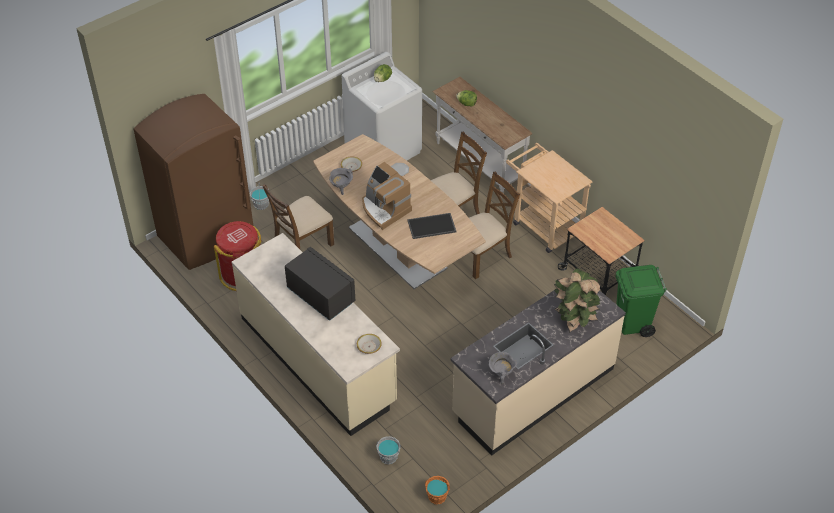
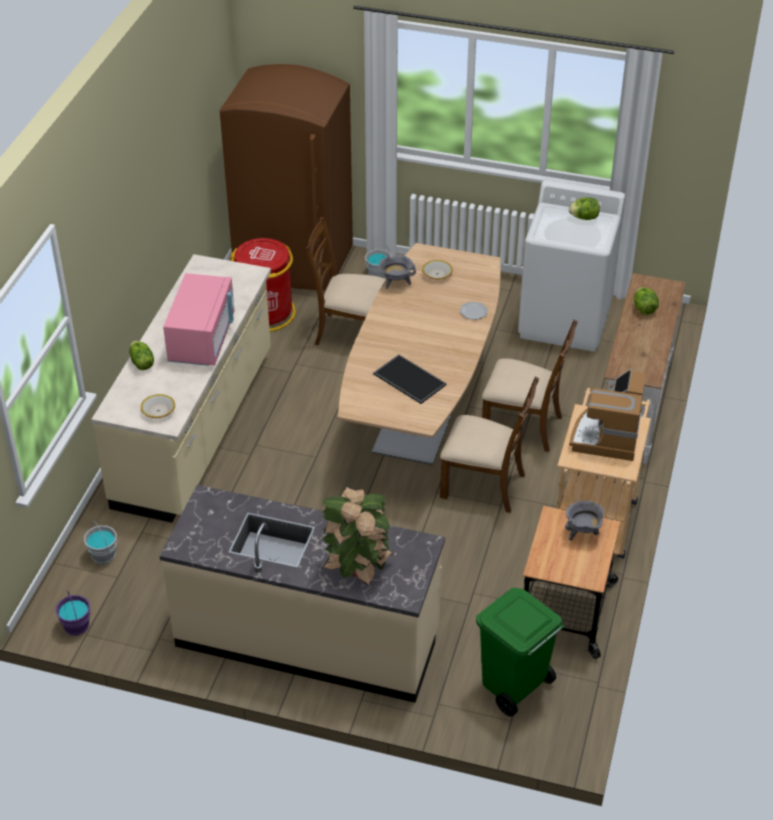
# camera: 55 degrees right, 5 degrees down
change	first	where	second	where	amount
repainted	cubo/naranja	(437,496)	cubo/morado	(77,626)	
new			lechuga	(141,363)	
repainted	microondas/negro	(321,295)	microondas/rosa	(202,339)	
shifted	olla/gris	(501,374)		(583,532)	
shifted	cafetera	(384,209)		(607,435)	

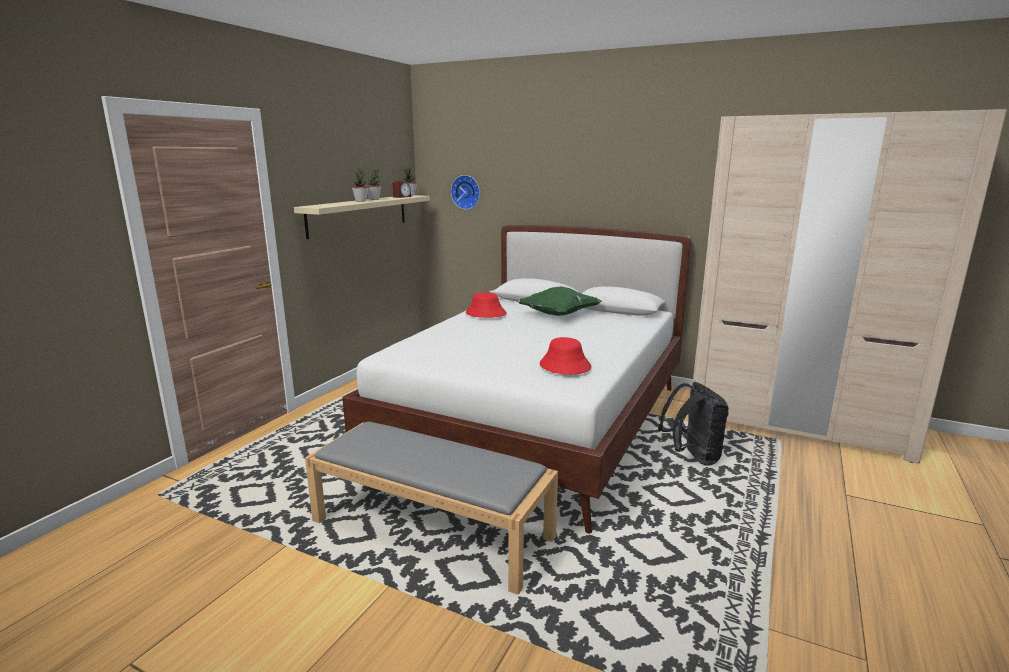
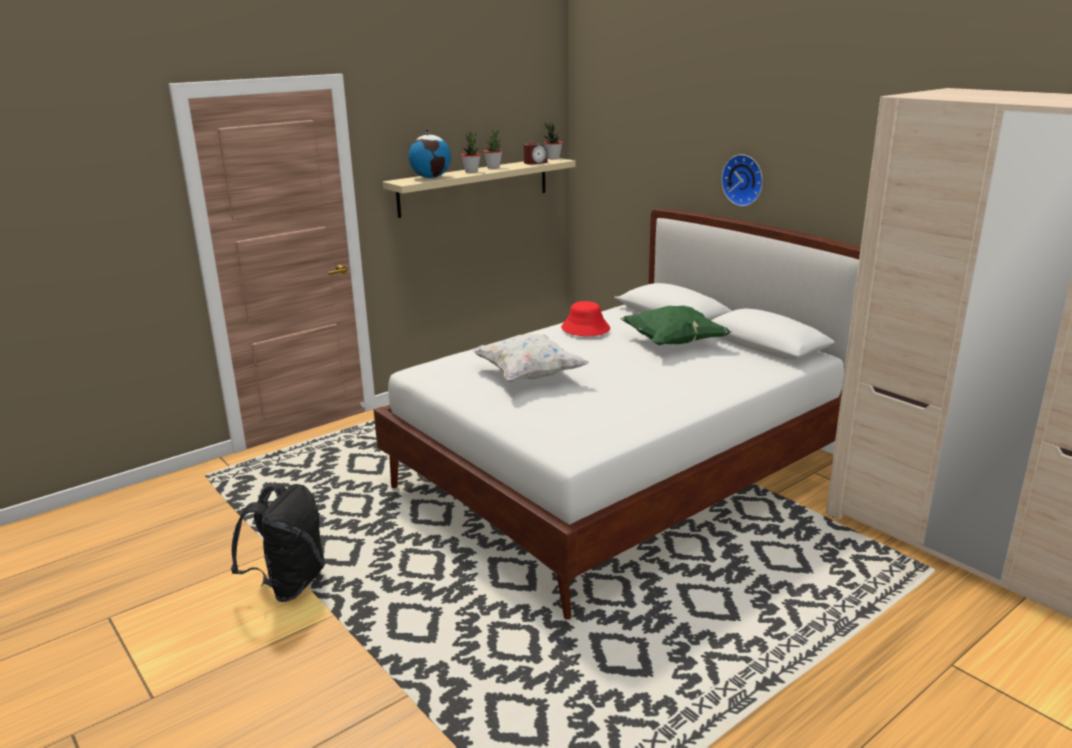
# camera: 25 degrees right, 5 degrees up
change	first	where	second	where	amount
shifted	mochila/negro	(692,456)		(289,584)	
new			globo terráqueo	(431,177)	
new			cojín/blanco	(528,375)	
shifted	reloj de pared	(466,192)		(744,180)	
gone	banco/gris	(433,529)			
gone	sombrero/rojo	(564,366)			

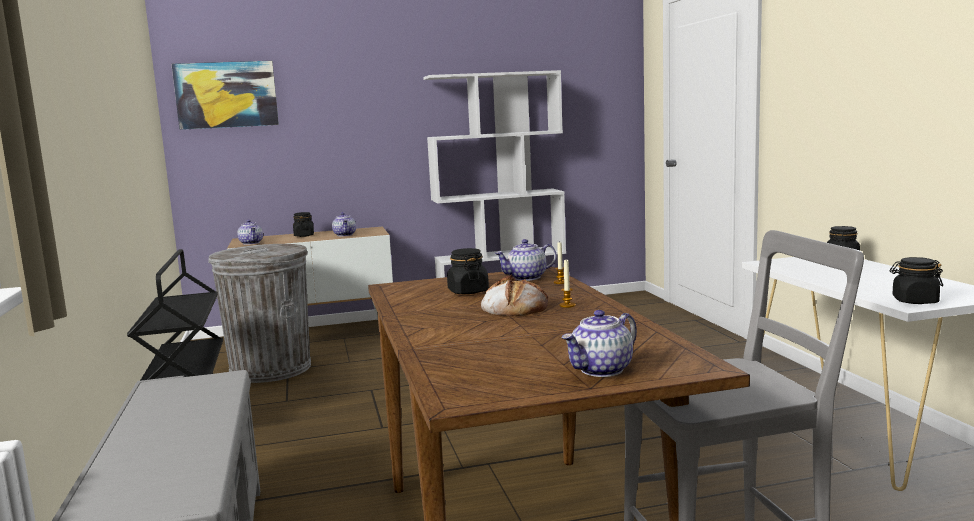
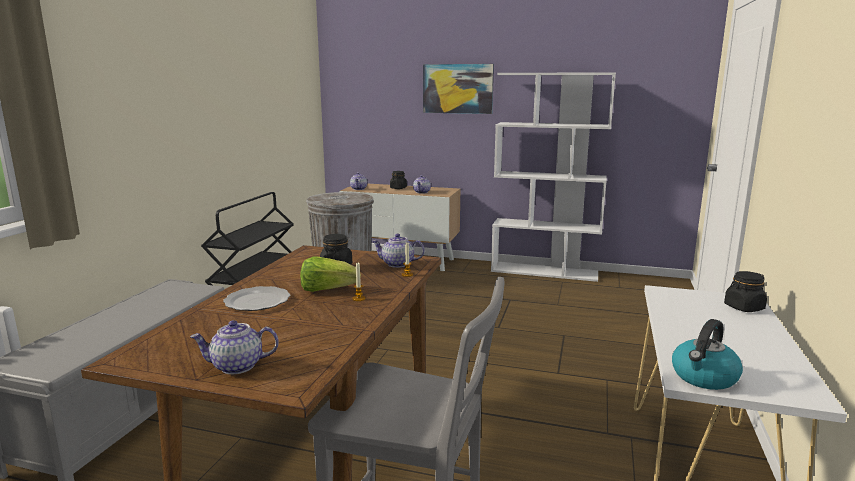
# camera: 30 degrees right, 5 degrees up
change	first	where	second	where	amount
new			plato	(258,302)	
swapped	pan	(514,307)	lechuga	(327,290)	
shifted	cuadro	(226,95)		(458,88)	
swapped	tarro/negro	(914,301)	hervidor	(704,377)	

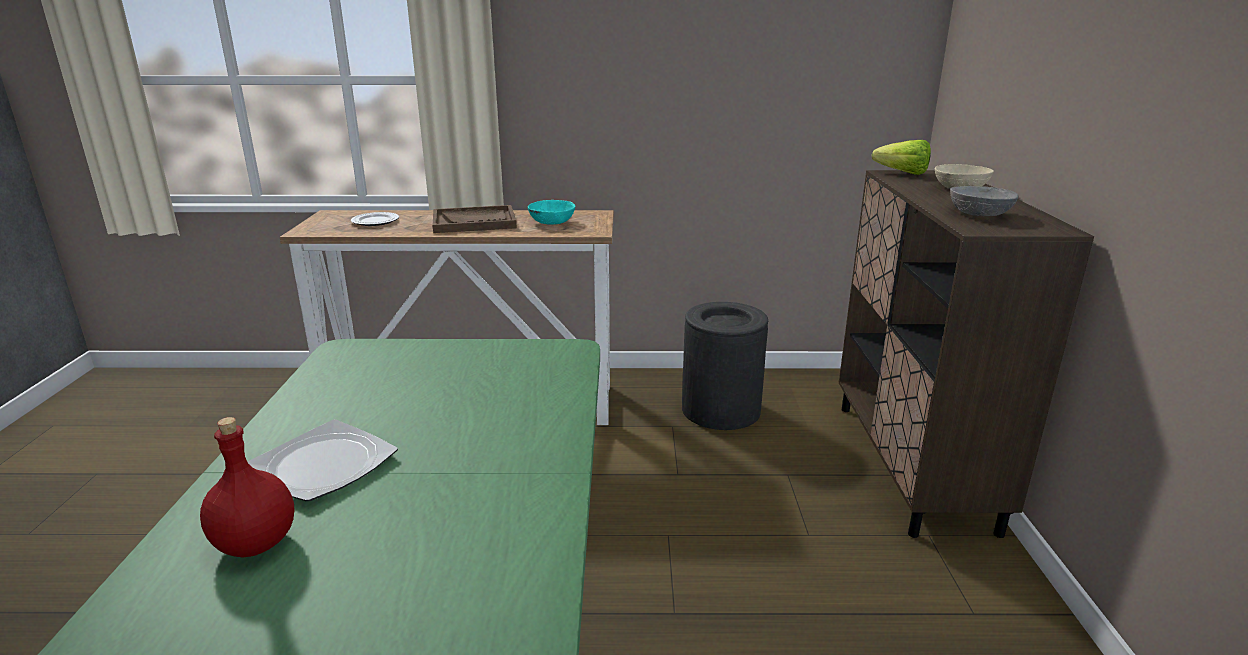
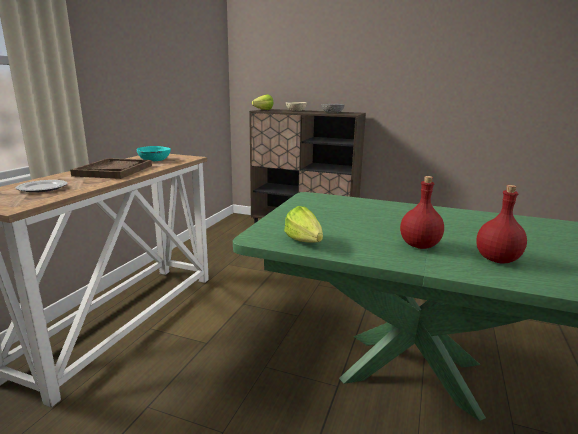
# camera: 70 degrees left, 5 degrees down
change	first	where	second	where	amount
new			lechuga	(305,243)	
swapped	plato	(322,465)	botella/rojo	(420,246)	
gone	papelera/negro	(721,410)			

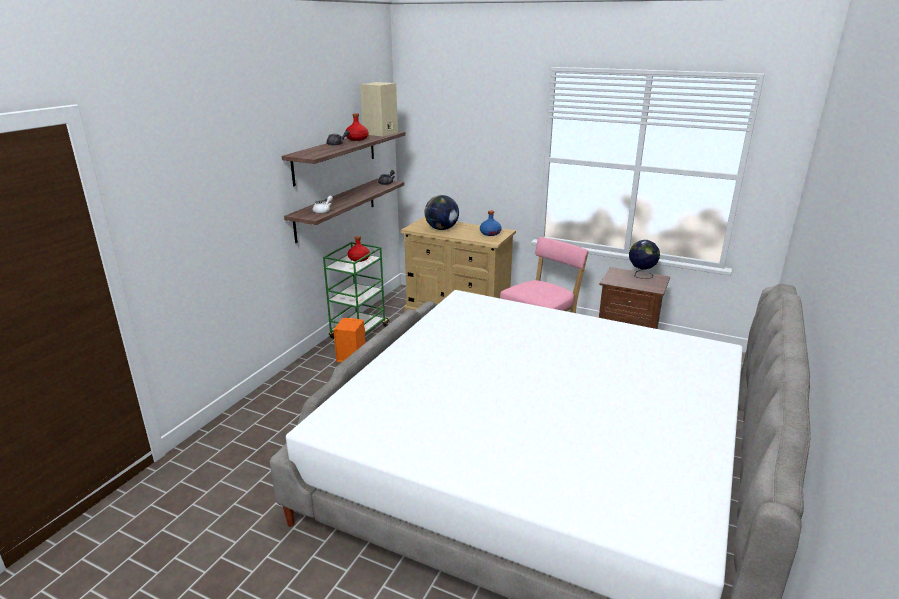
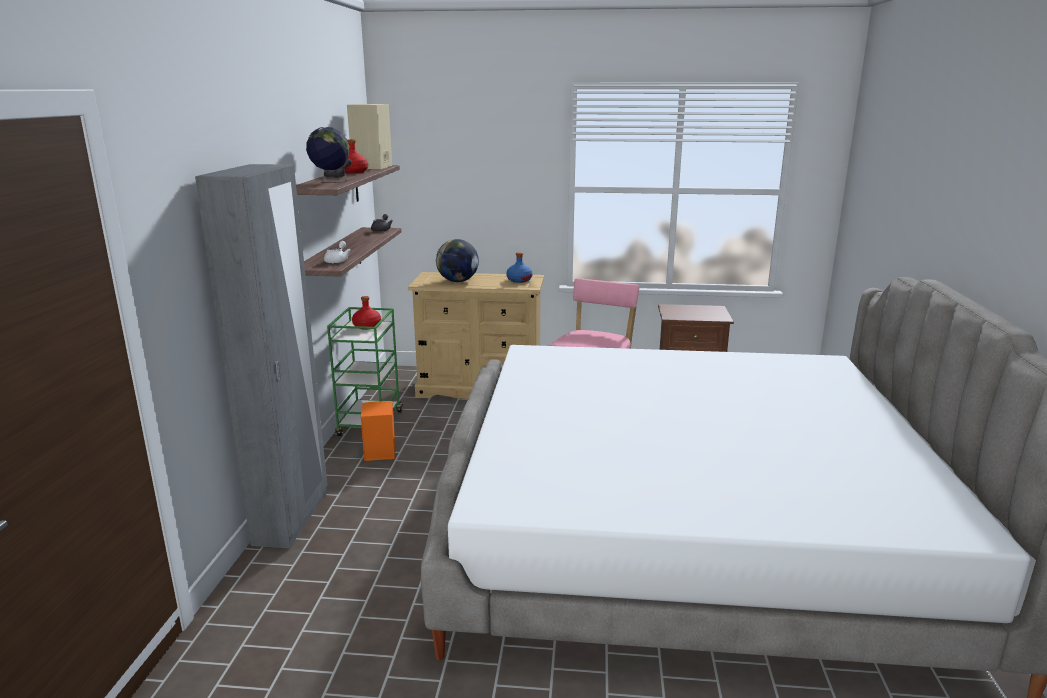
# camera: 20 degrees left, 5 degrees down
change	first	where	second	where	amount
new			armario ropero/gris	(292,519)	
shifted	globo terráqueo	(641,276)		(330,181)	

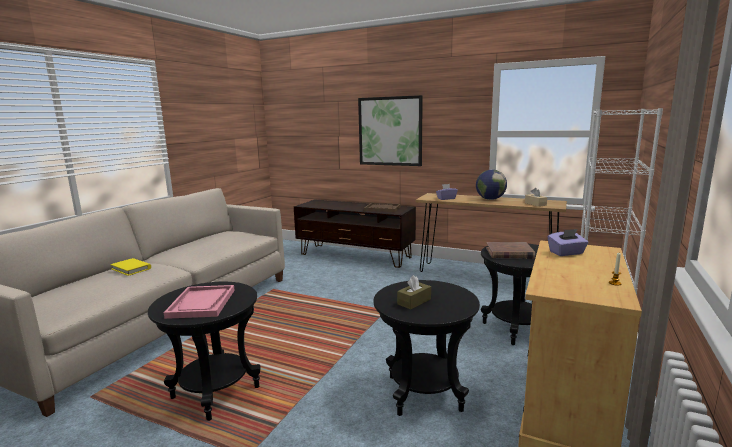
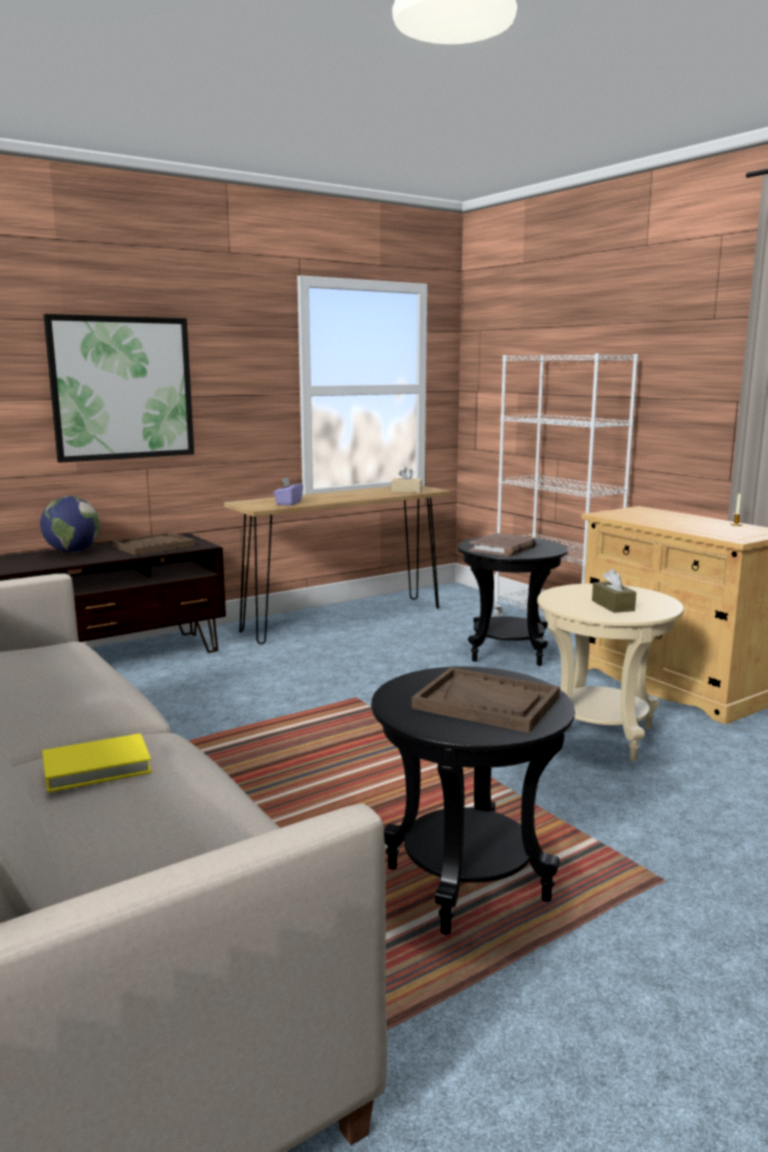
# camera: 60 degrees left, 0 degrees up
change	first	where	second	where	amount
shifted	globo terráqueo	(490,199)		(72,552)	
repainted	bandeja/rosa	(202,303)	bandeja/marrón	(487,703)	
repainted	mesa auxiliar/negro	(424,393)	mesa auxiliar/beis	(600,736)	
gone	caja de pañuelos/morado	(566,253)			

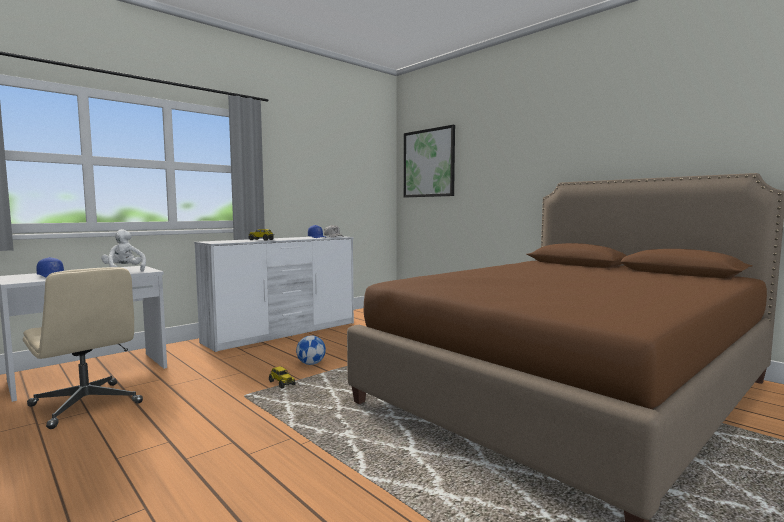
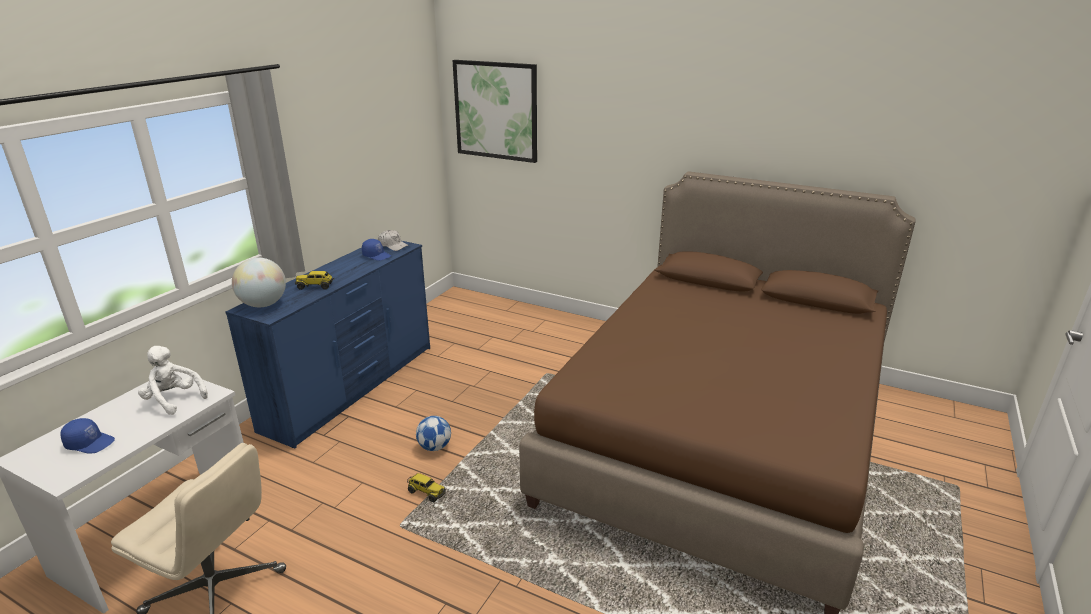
# camera: 20 degrees left, 20 degrees up
change	first	where	second	where	amount
repainted	cómoda/blanco	(283,332)	cómoda/azul	(353,386)	
new			globo terráqueo	(263,304)	

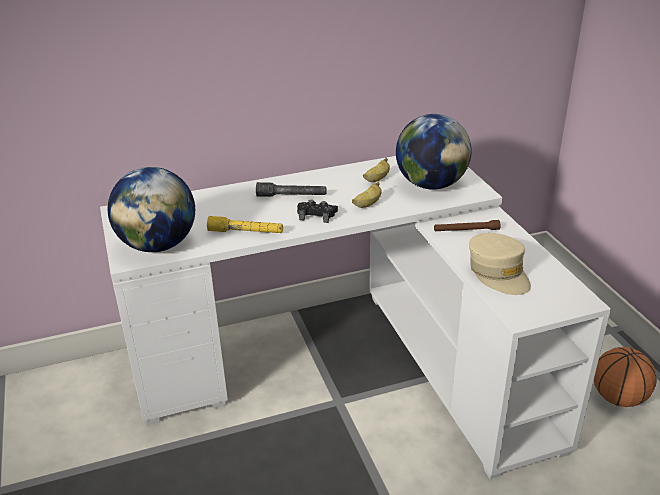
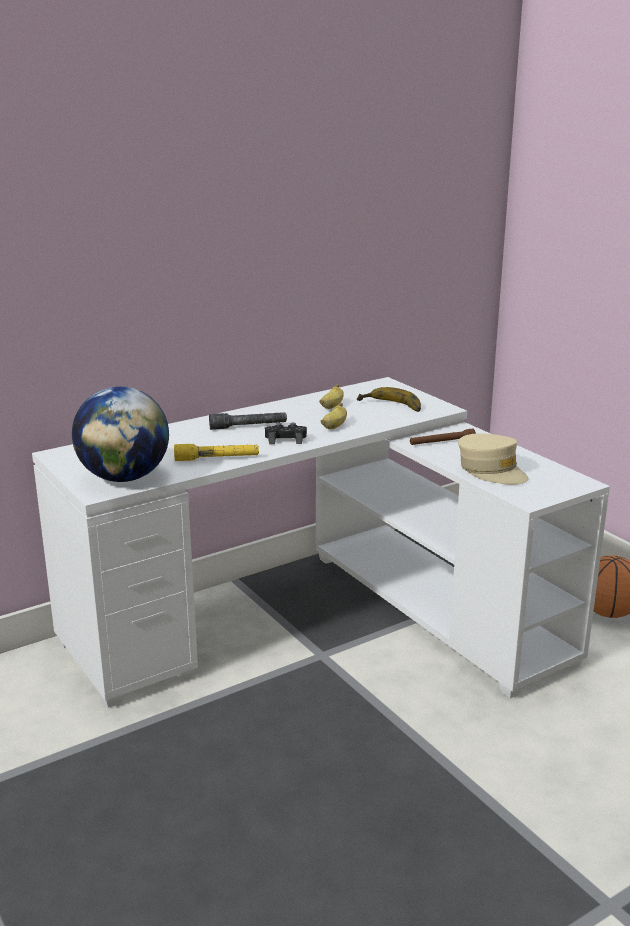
# camera: 15 degrees left, 10 degrees down
change	first	where	second	where	amount
swapped	globo terráqueo	(431,185)	plátano	(390,406)	

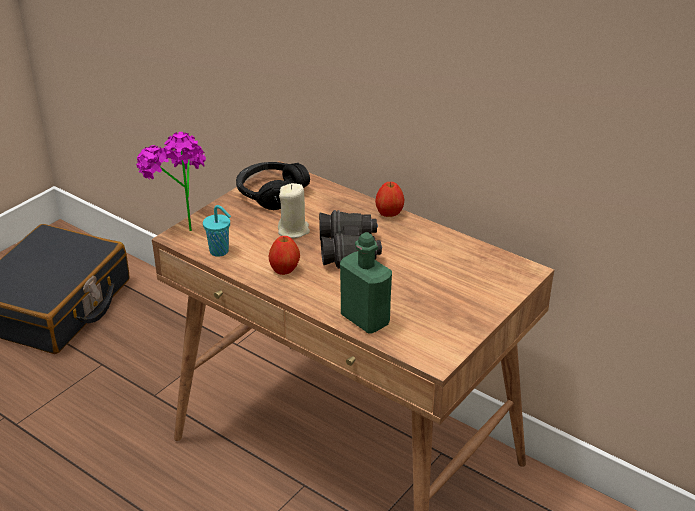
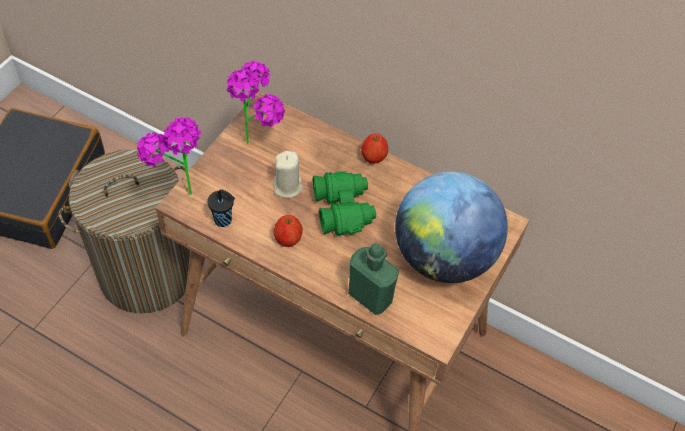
# camera: 10 degrees left, 20 degrees up
change	first	where	second	where	amount
new			cesto de la ropa	(147,272)	
repainted	taza/turquesa	(220,251)	taza/negro	(224,220)	
swapped	auriculares/negro	(271,193)	planta en maceta	(258,138)	
repainted	prismáticos/negro	(349,250)	prismáticos/verde	(343,209)	
new			globo terráqueo	(443,256)	

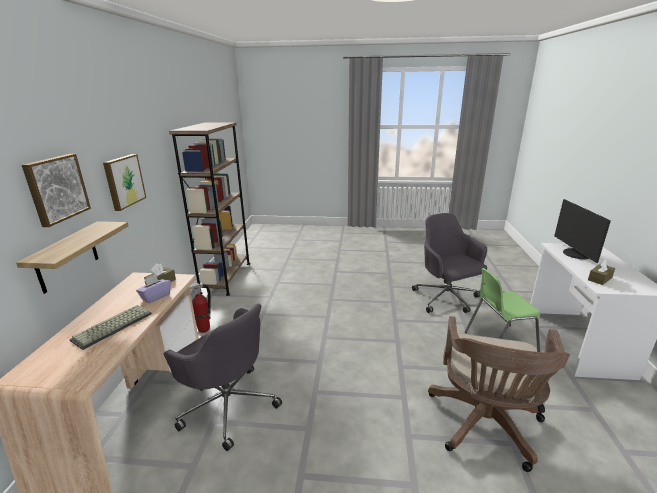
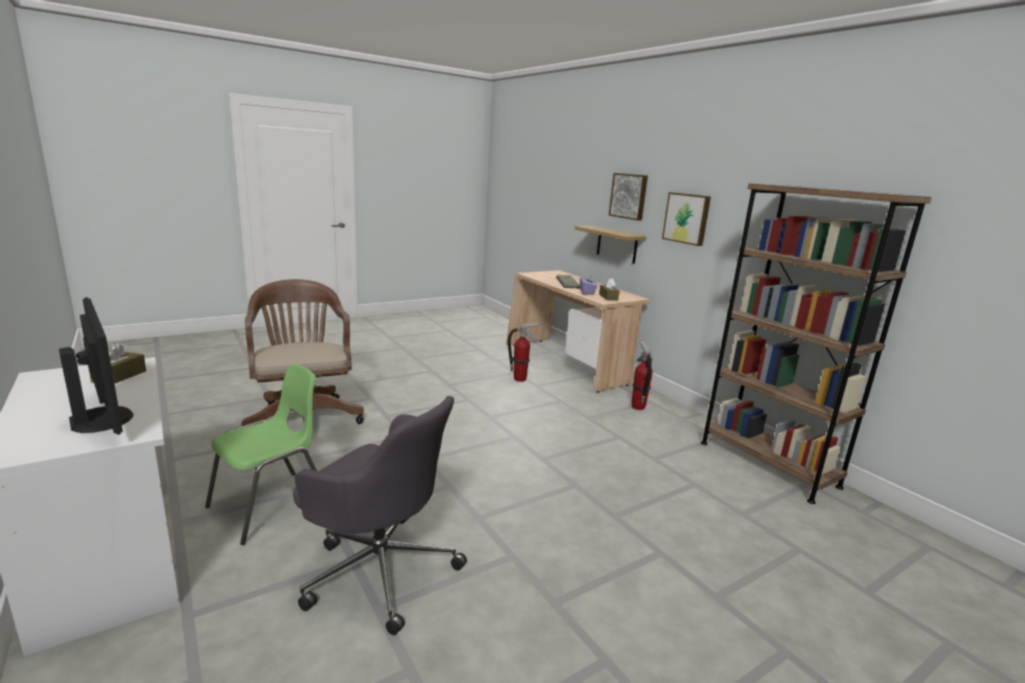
# camera: 140 degrees right, 5 degrees down
change	first	where	second	where	amount
swapped	silla de oficina/gris	(228,404)	extintor	(520,379)	

